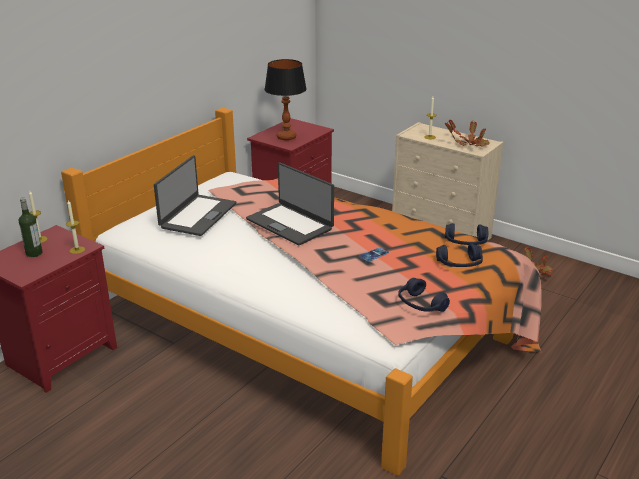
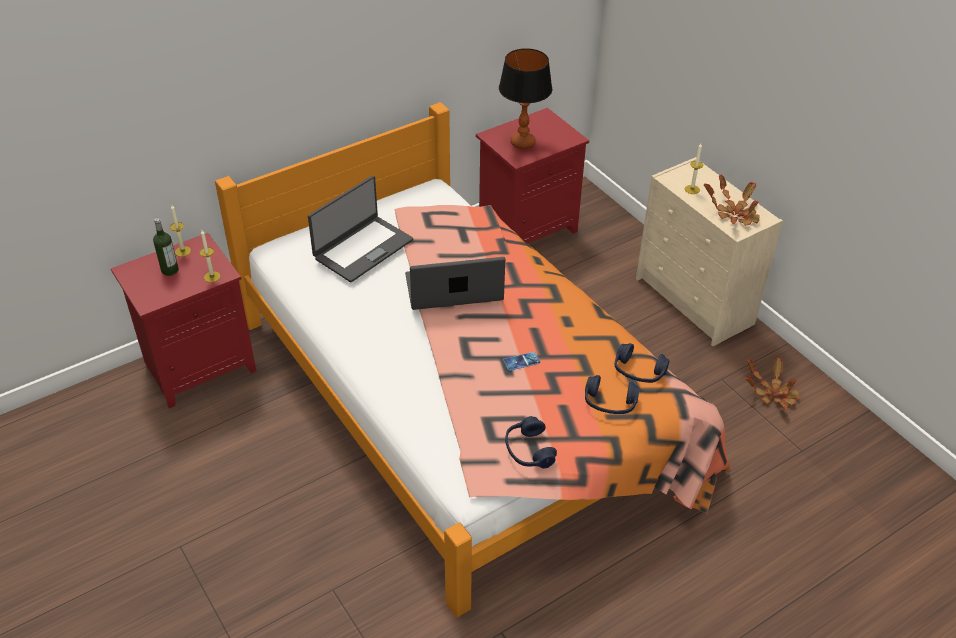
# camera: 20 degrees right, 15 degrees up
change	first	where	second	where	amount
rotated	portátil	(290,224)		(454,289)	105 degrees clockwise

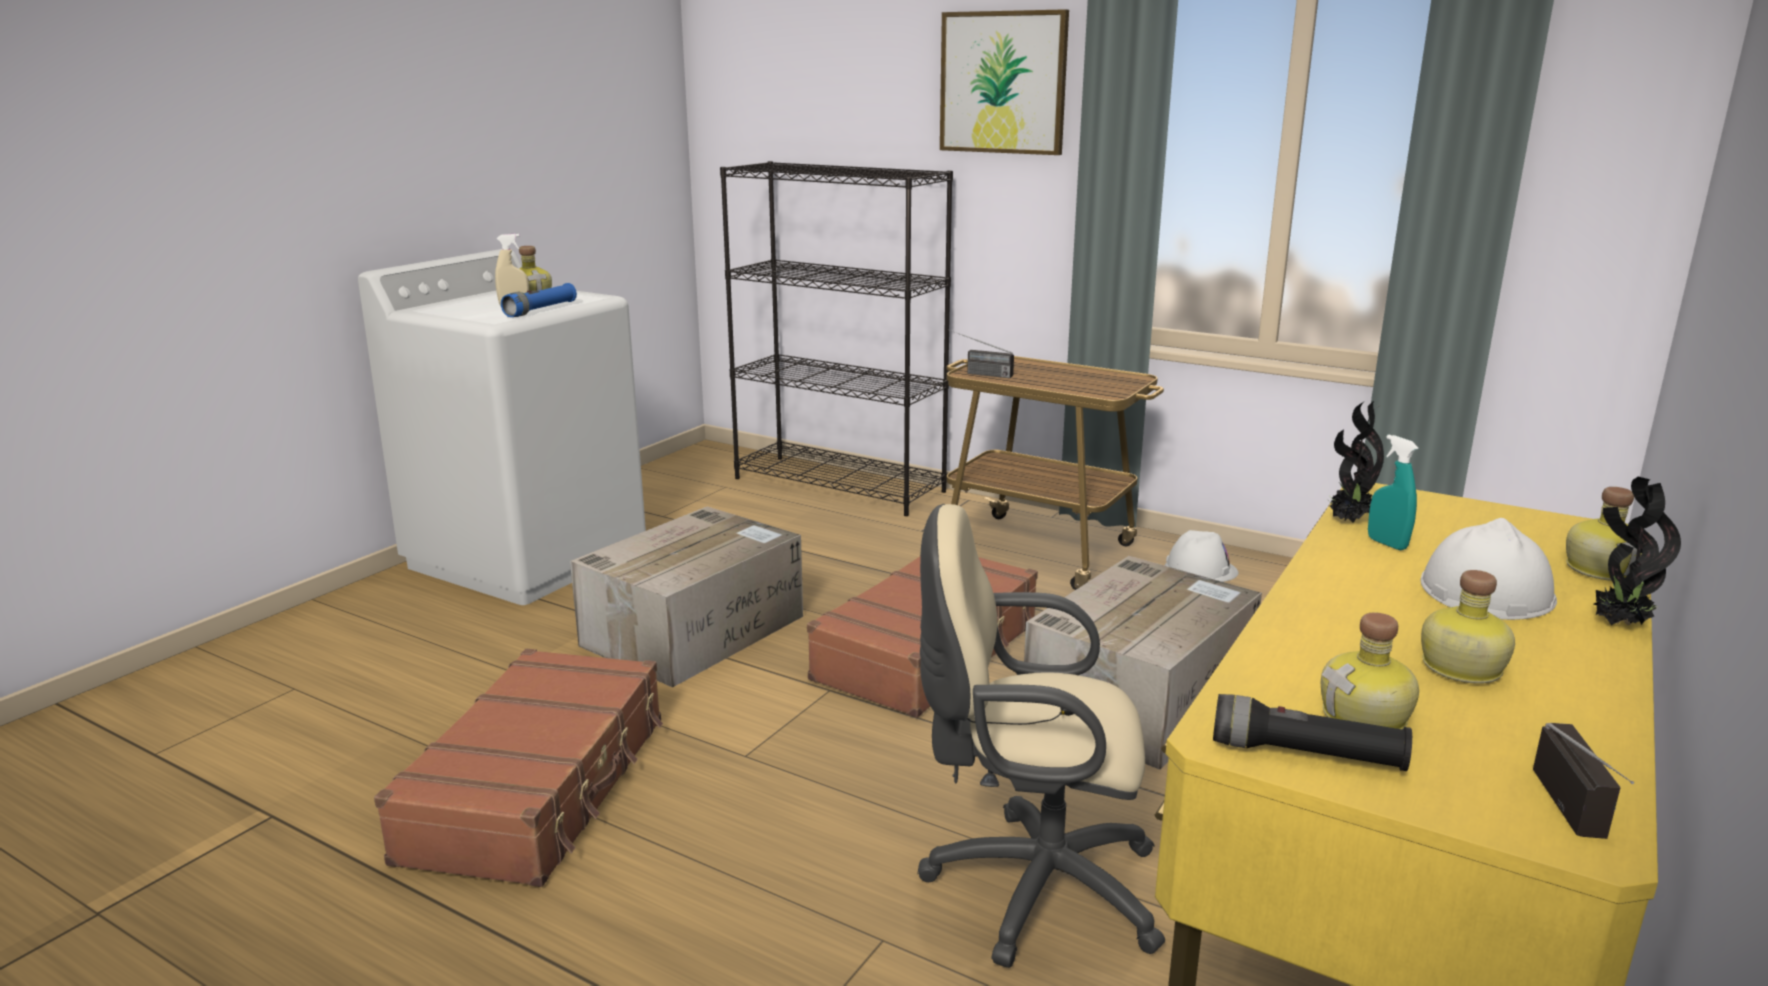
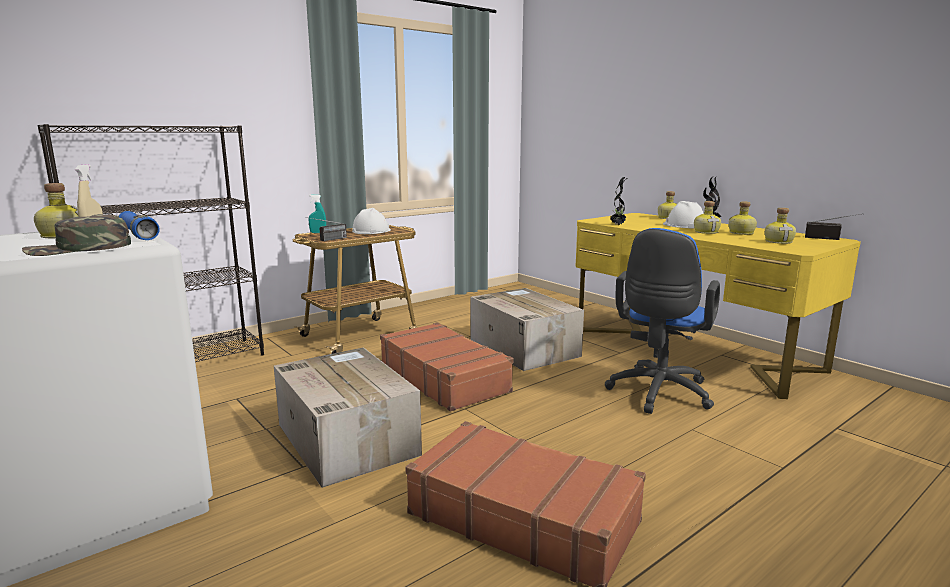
# camera: 70 degrees left, 5 degrees down
change	first	where	second	where	amount
new			gorra/verde	(79,249)	
shifted	pulverizador/turquesa	(1387,544)		(318,233)	
shifted	casco/blanco	(1200,569)		(371,231)	
repainted	silla de oficina/beis	(1030,887)	silla de oficina/azul	(658,394)	
new			botella	(706,232)	
gone	cuadro	(1003,83)			
gone	linterna/negro	(1306,755)			

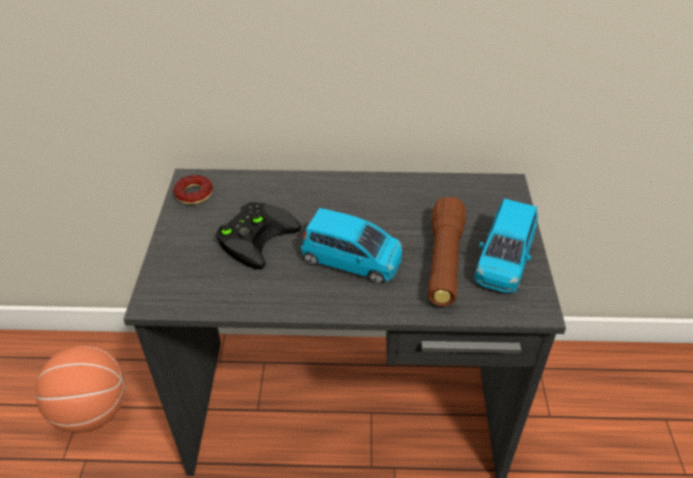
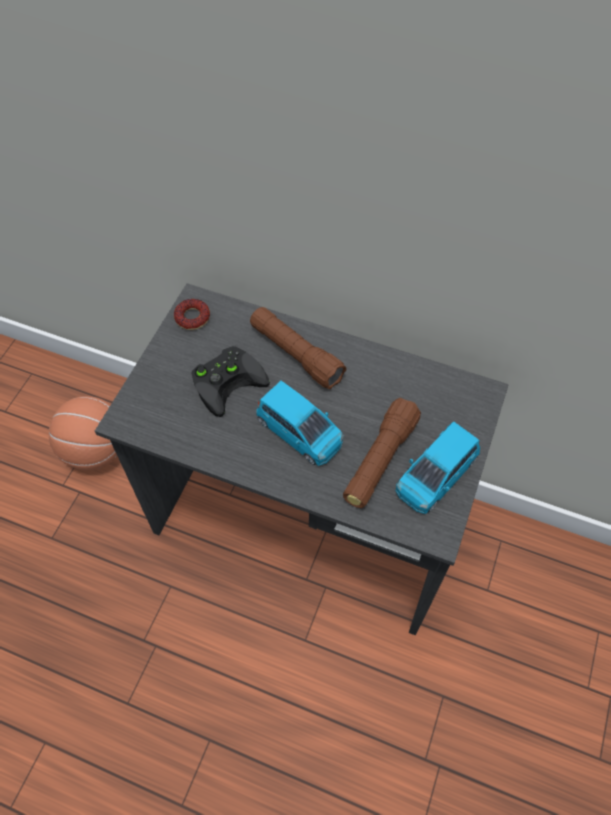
# camera: 20 degrees right, 15 degrees up
change	first	where	second	where	amount
new			linterna/marrón	(296,354)	

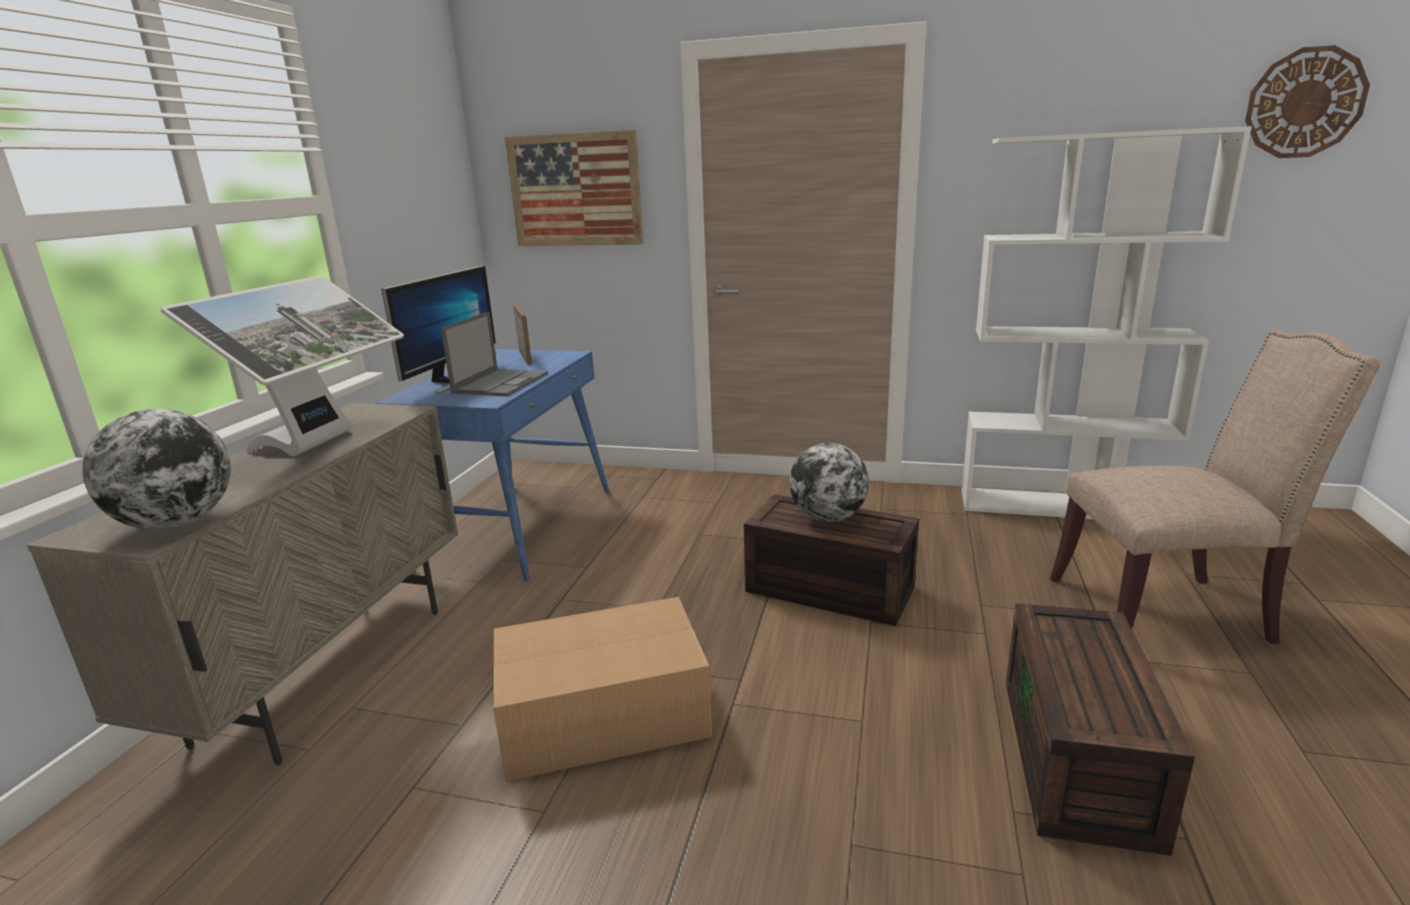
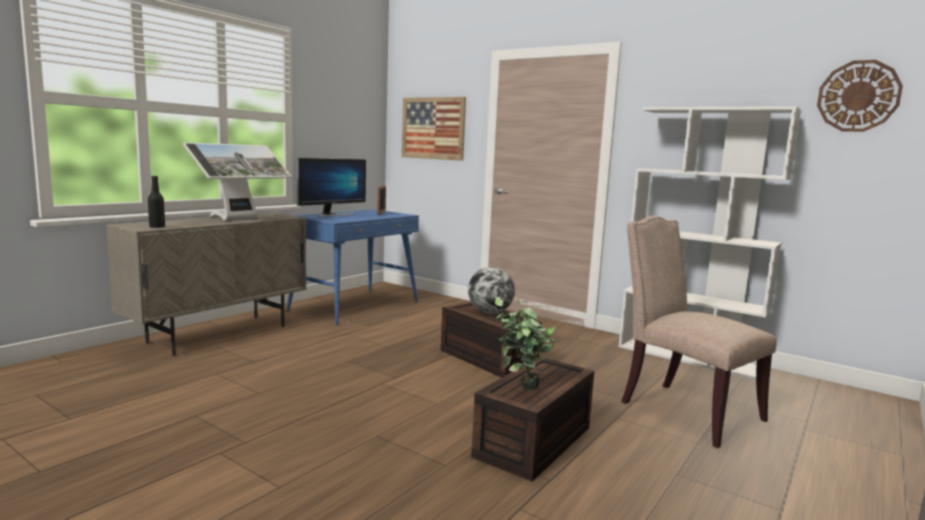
# camera: 20 degrees right, 10 degrees down
change	first	where	second	where	amount
swapped	globo terráqueo	(176,523)	botella/negro	(157,227)	
new			planta en maceta	(520,389)	
rotated	silla/beis	(1167,612)		(684,410)	150 degrees counterclockwise
gone	portátil	(501,383)			
gone	caja de cartón	(599,714)			

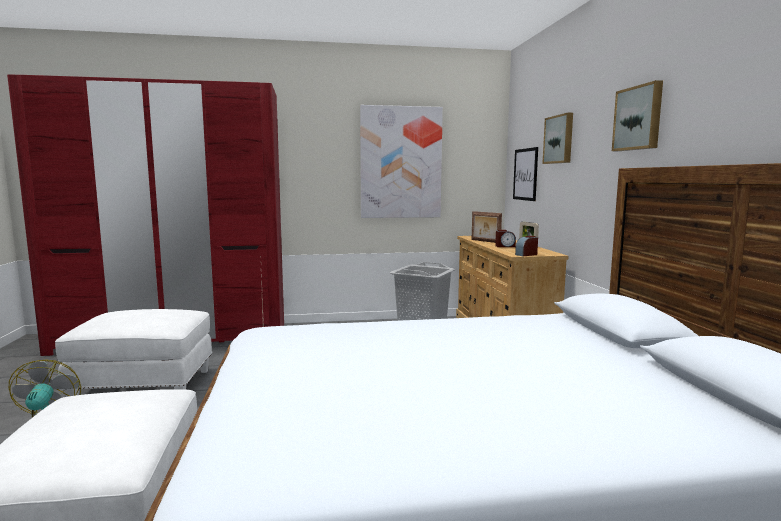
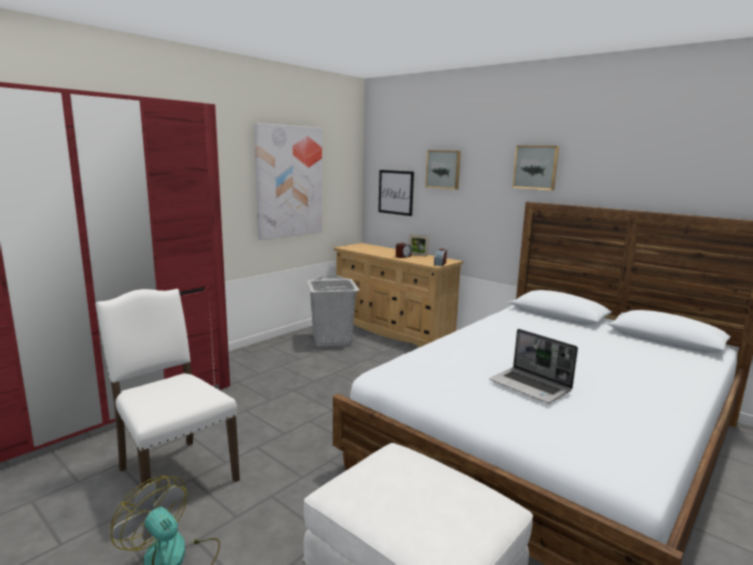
# camera: 40 degrees left, 5 degrees up
change	first	where	second	where	amount
swapped	puf/blanco	(145,386)	silla/blanco	(173,474)	
new			portátil	(531,386)	
gone	portarretratos	(485,241)			

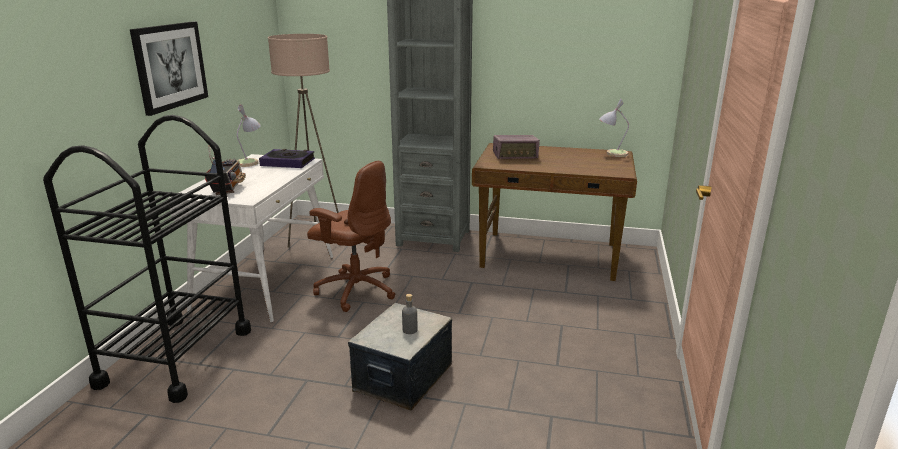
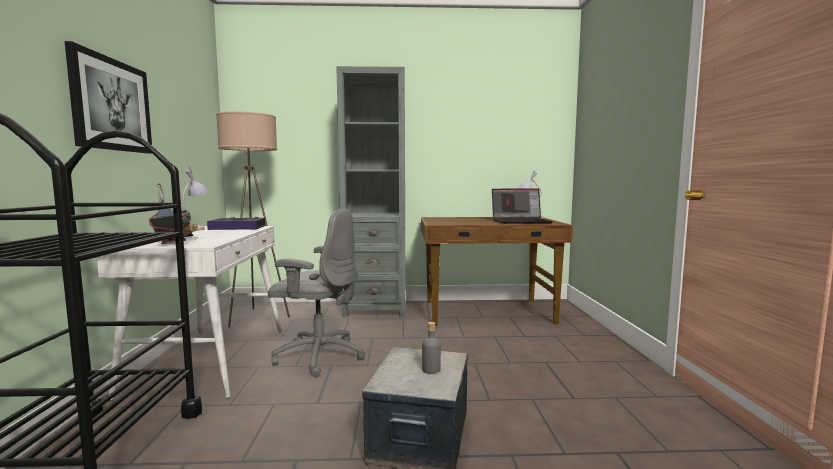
# camera: 15 degrees left, 15 degrees down
change	first	where	second	where	amount
repainted	silla de oficina/marrón	(356,290)	silla de oficina/gris	(318,356)	
new			portátil	(521,221)	
gone	radio	(515,156)			

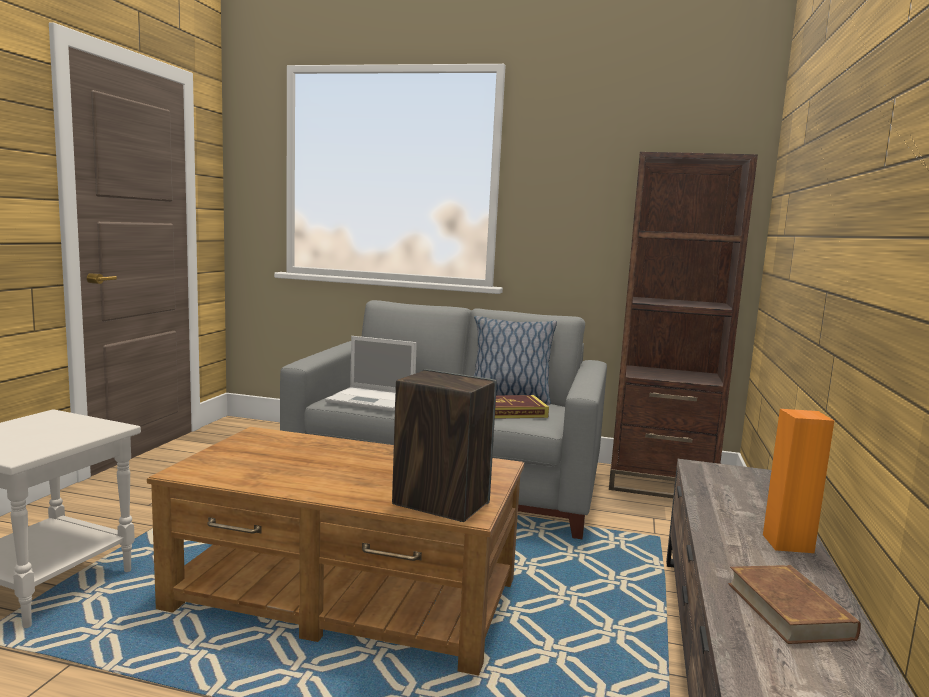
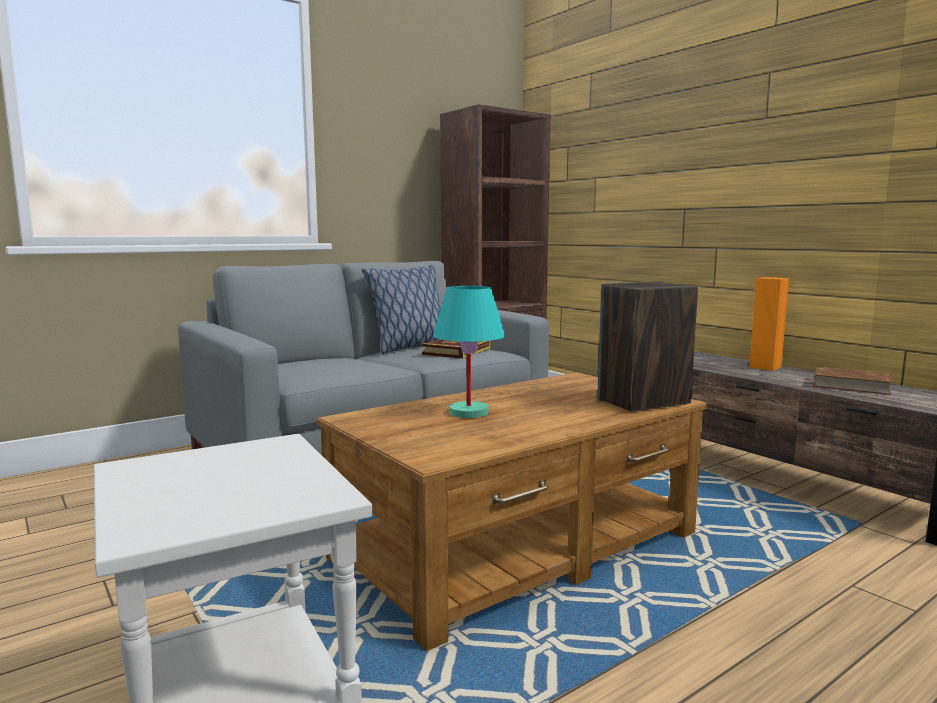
# camera: 50 degrees left, 0 degrees up
change	first	where	second	where	amount
new			lámpara de mesa/turquesa	(470,412)	
gone	portátil	(372,399)			

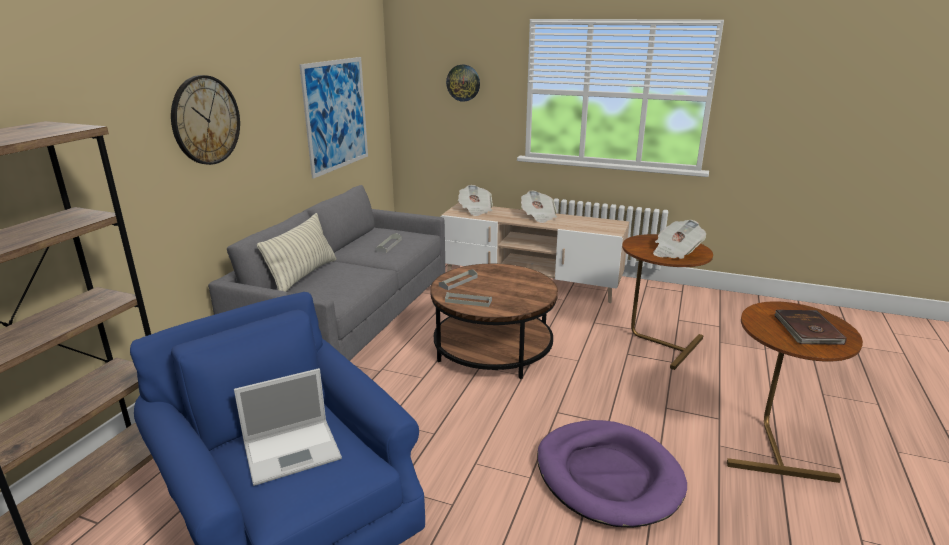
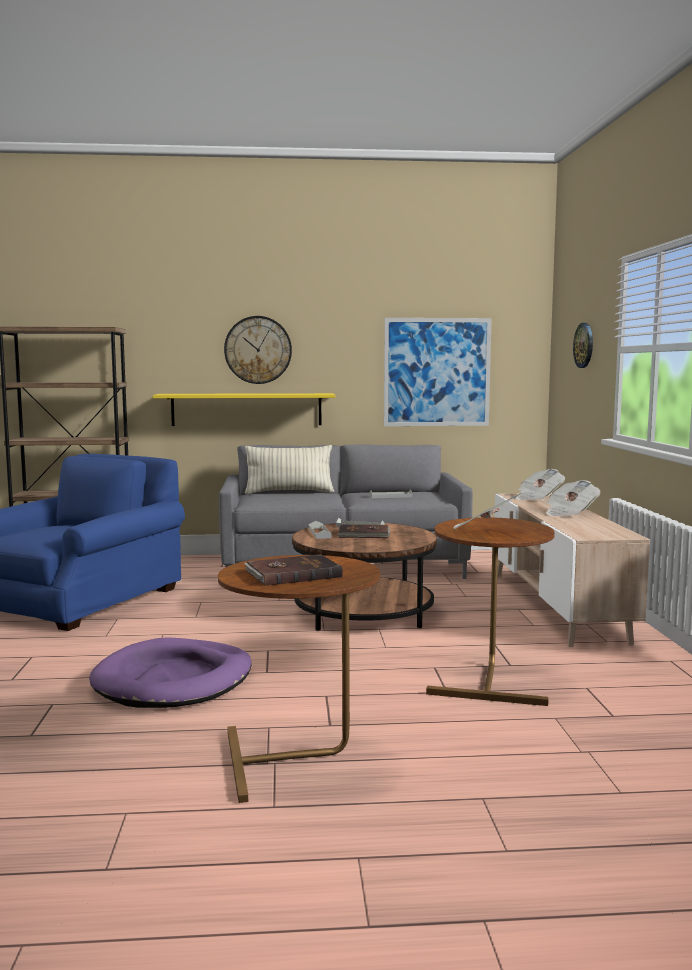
# camera: 65 degrees right, 15 degrees down
change	first	where	second	where	amount
new			estante/amarillo	(246,409)	
new			libro/marrón	(364,534)	
gone	portátil	(294,450)			

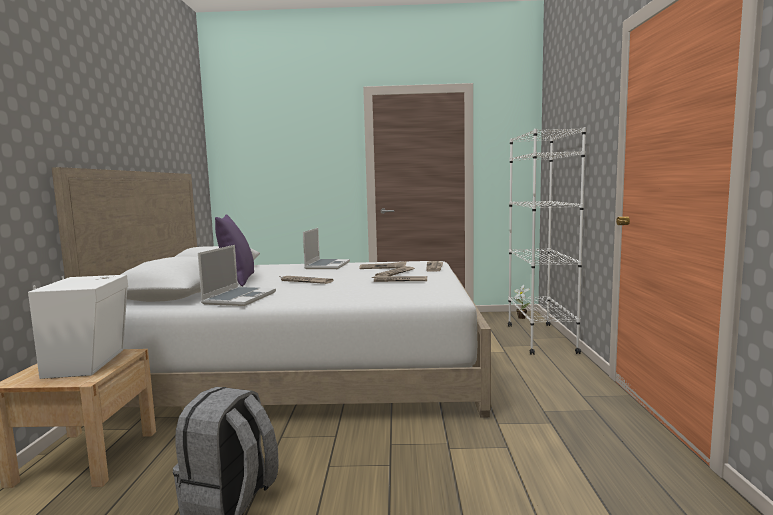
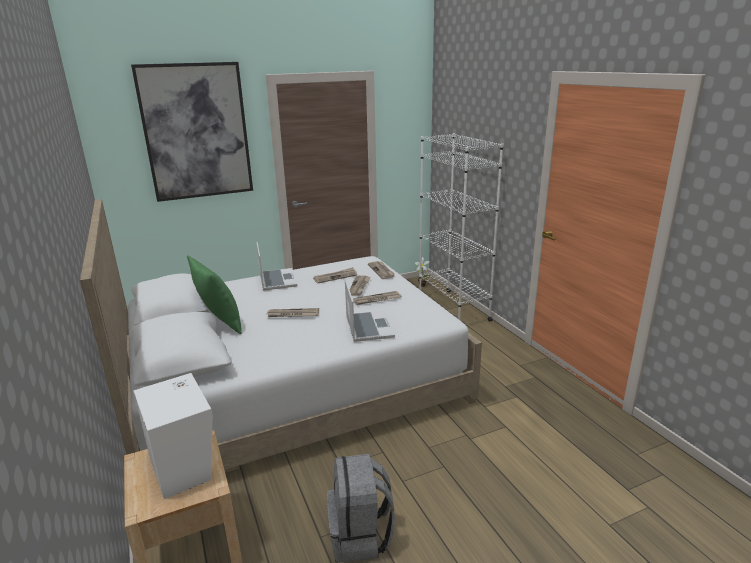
# camera: 25 degrees left, 15 degrees up
change	first	where	second	where	amount
new			cuadro	(196,132)	
repainted	cojín/morado	(237,280)	cojín/verde	(219,323)	
shifted	portátil	(239,298)		(368,327)	

